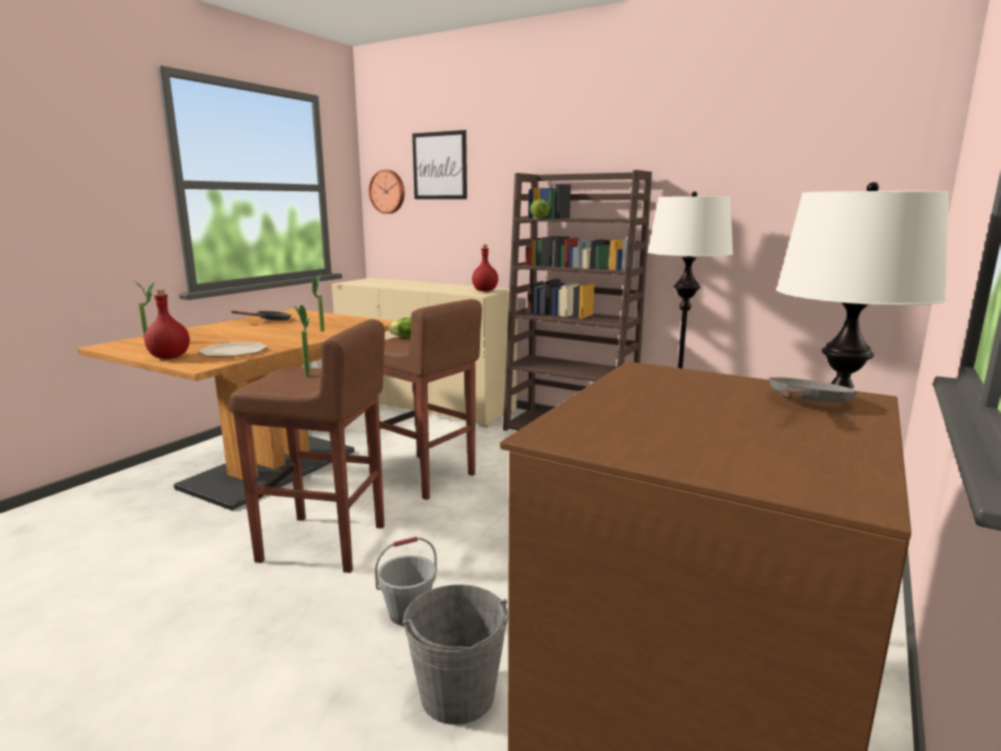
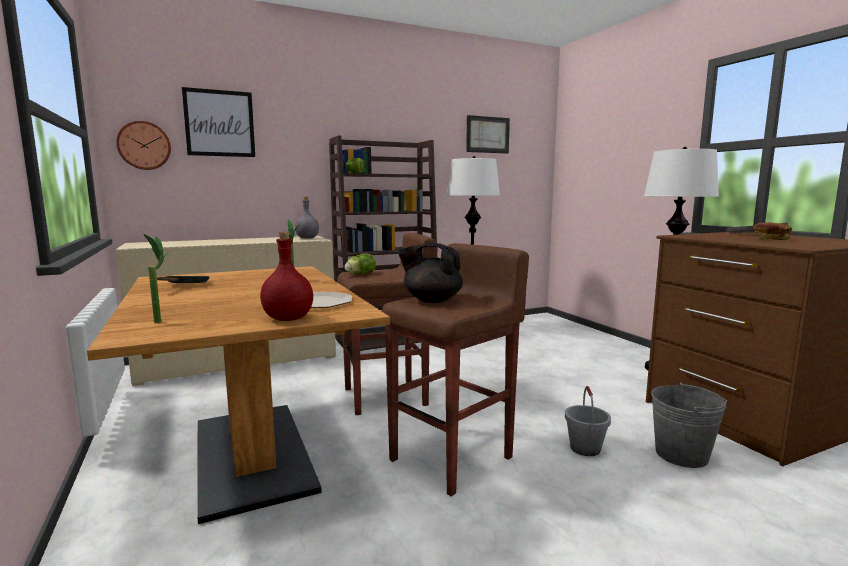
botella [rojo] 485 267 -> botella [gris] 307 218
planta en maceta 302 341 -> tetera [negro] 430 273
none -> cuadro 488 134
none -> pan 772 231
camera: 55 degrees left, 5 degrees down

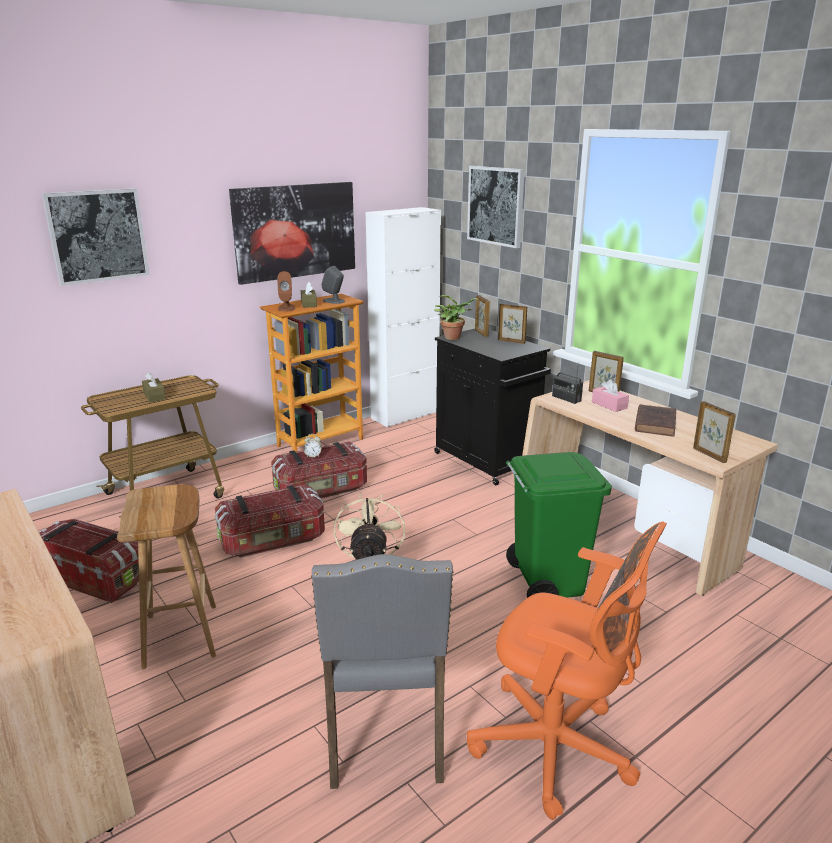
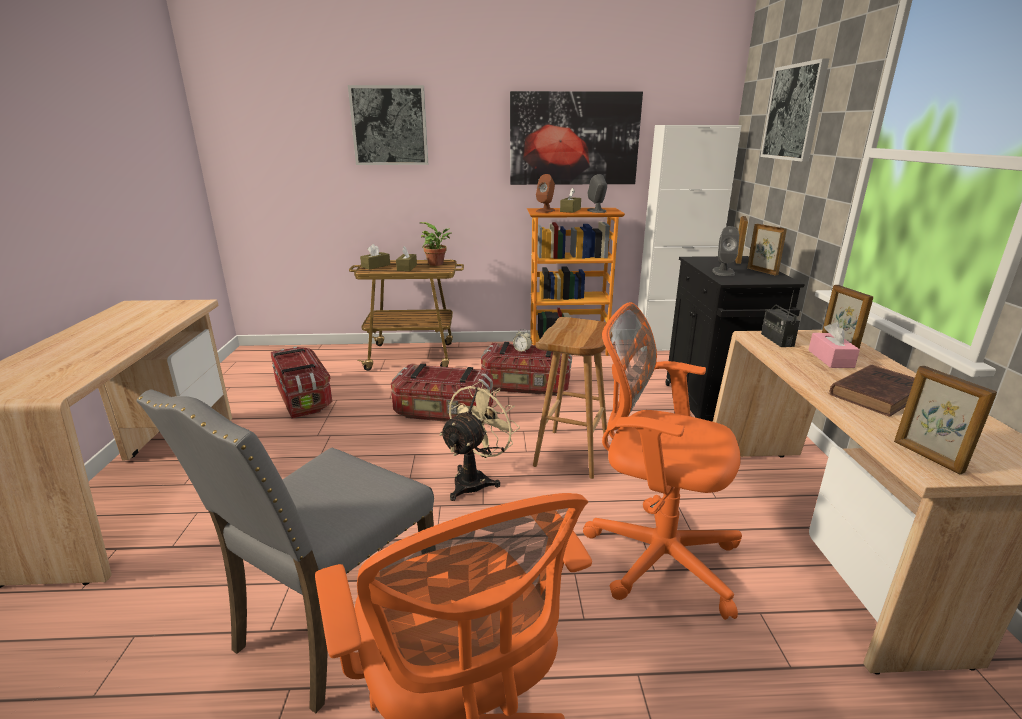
planta en maceta 456 317 -> planta en maceta 436 244, shifted
portarretratos 714 432 -> portarretratos 945 420, 150 degrees clockwise
papelera [verde] 559 525 -> silla de oficina [naranja] 662 461
taburete [marrón] 166 576 -> taburete [marrón] 573 398, shifted
none -> altavoz [gris] 725 251
none -> caja de pañuelos [marrón] 375 257
camera: 35 degrees right, 0 degrees up

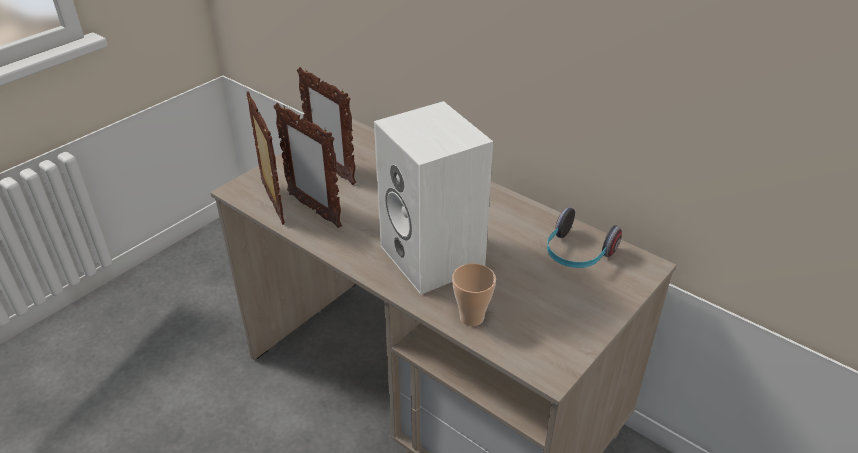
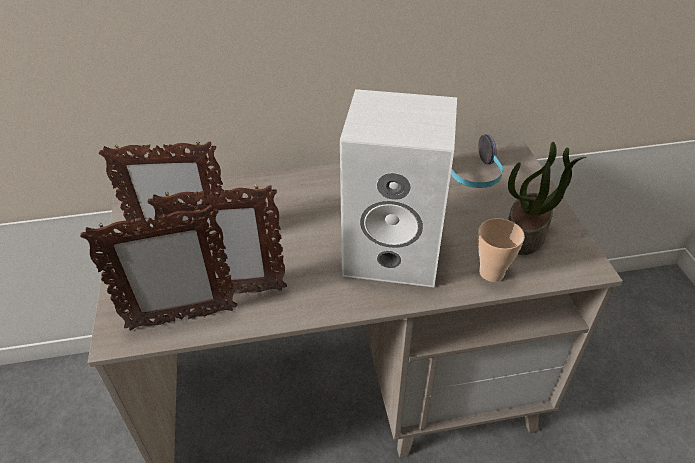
portarretratos 265 158 -> portarretratos 158 268, 150 degrees clockwise
none -> planta en maceta 547 198
camera: 50 degrees left, 5 degrees up

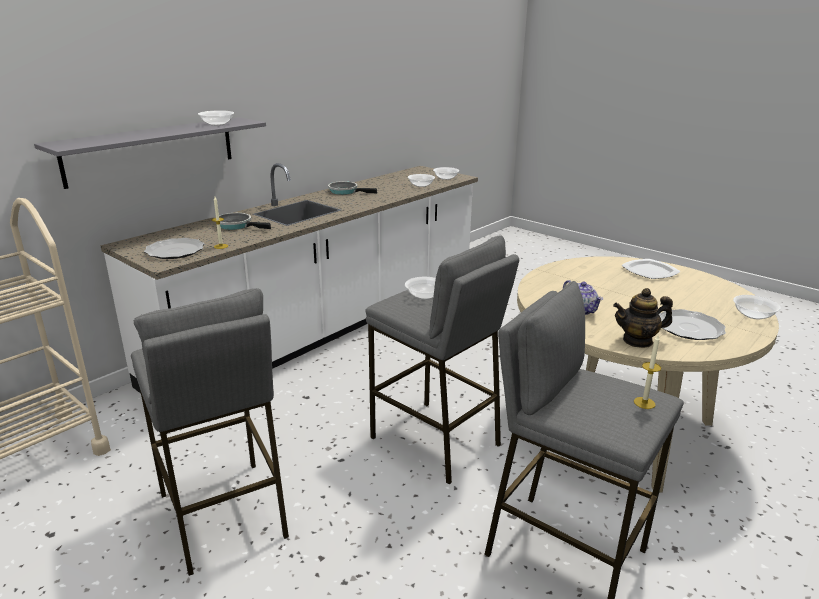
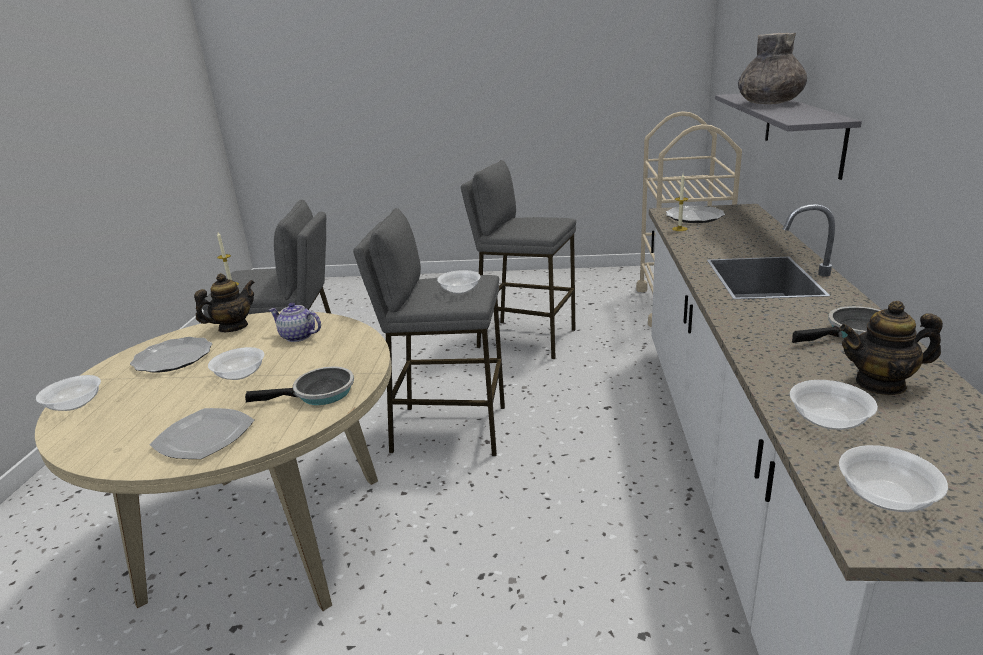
cuenco 216 118 -> cuenco 236 363, shifted
sartén 245 221 -> sartén 299 386, shifted
none -> florero [gris] 772 68
none -> tetera 891 348
camera: 145 degrees right, 0 degrees up

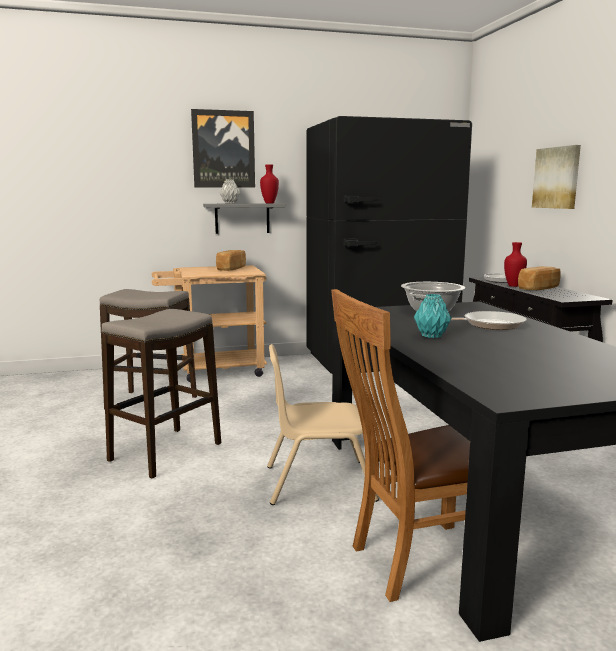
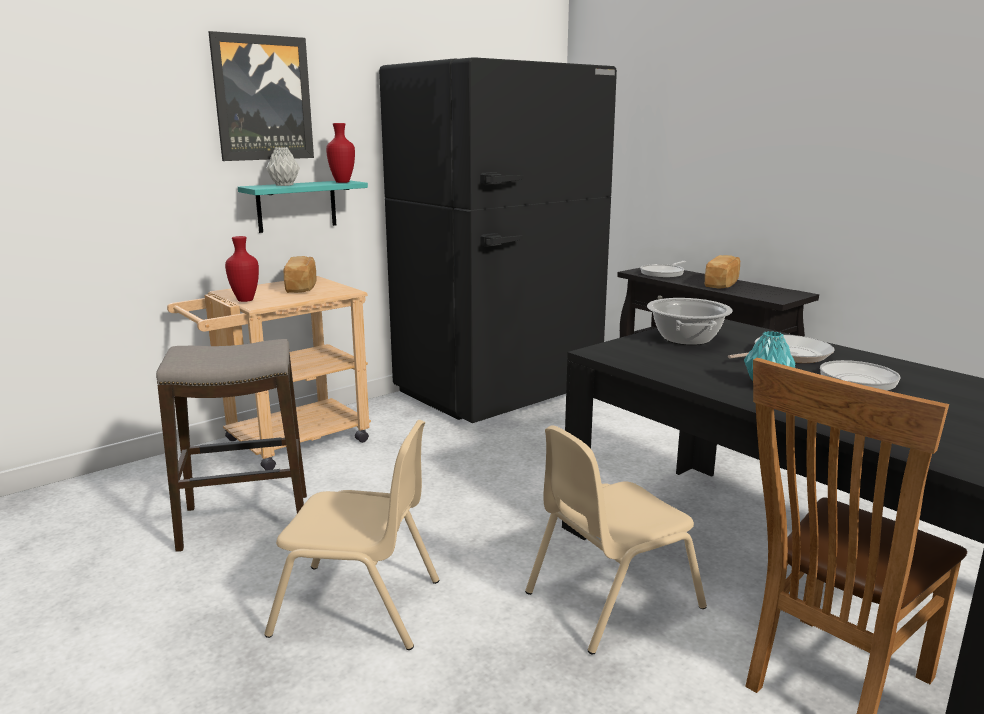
cuadro 556 177 -> none
estante [gris] 244 218 -> estante [turquesa] 303 207
florero [rojo] 515 264 -> florero [rojo] 242 269, shifted
taburete 161 394 -> silla [beis] 351 535
none -> sartén 860 375
camera: 25 degrees left, 5 degrees up

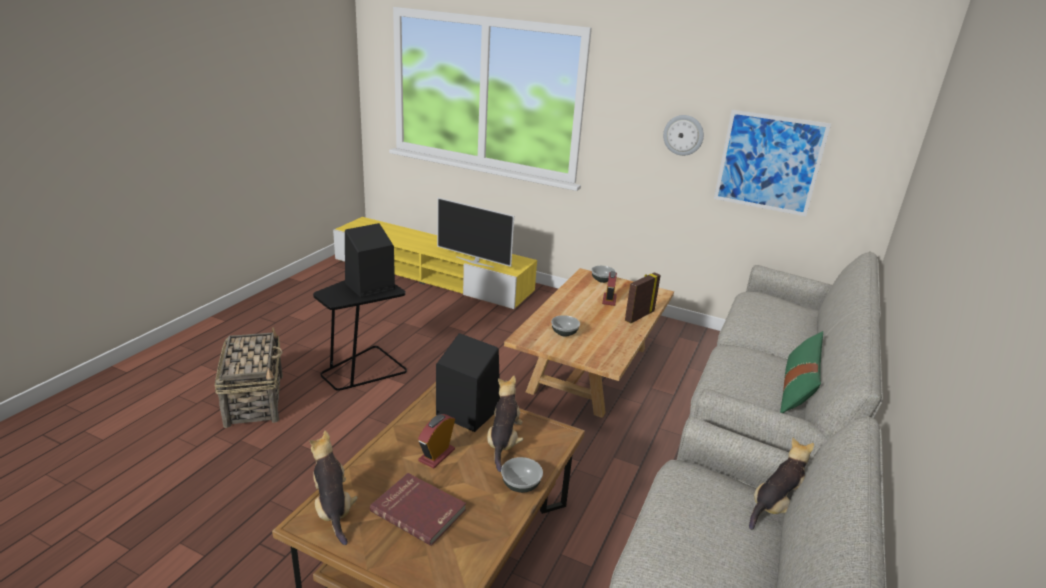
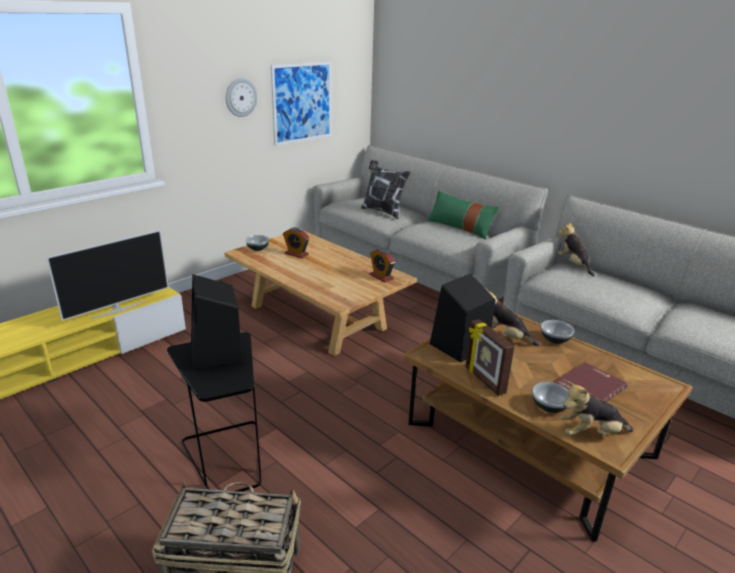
portarretratos 643 297 -> portarretratos 490 357, shifted
cuenco 565 326 -> cuenco 550 397, shifted
despertador 436 441 -> despertador 382 265, shifted
none -> cojín 386 189
camera: 70 degrees left, 0 degrees up

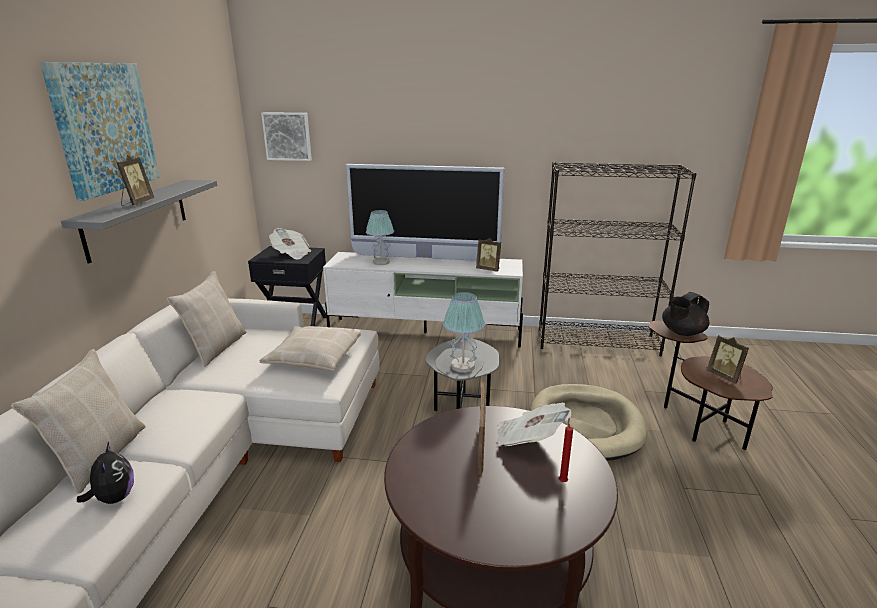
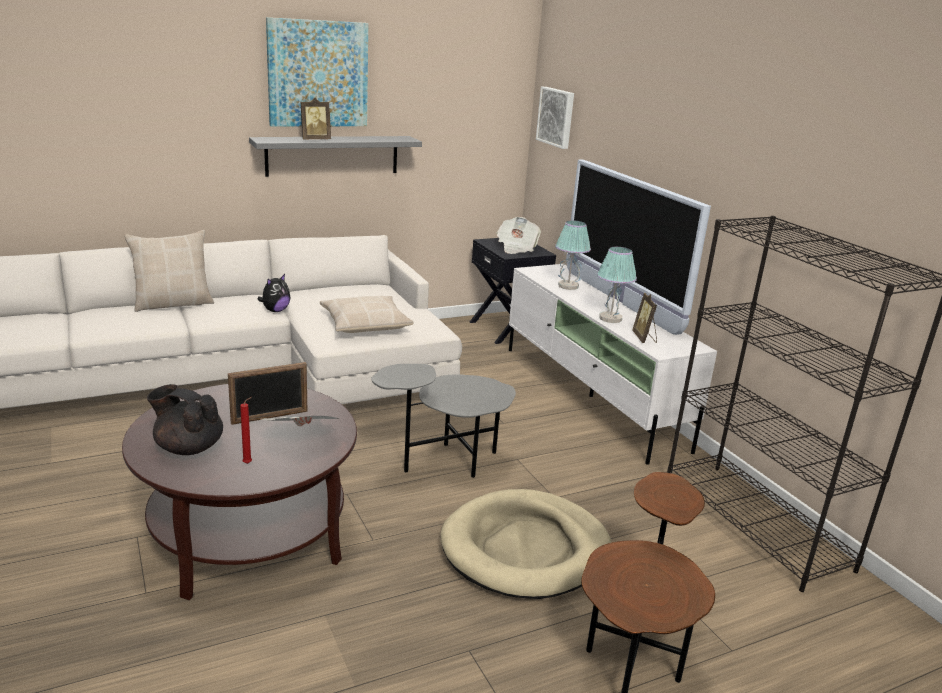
cojín [beis] 206 319 -> none
lámpara de mesa 464 332 -> lámpara de mesa 617 285, shifted
tetera [negro] 685 314 -> tetera [negro] 185 419, shifted
portarretratos 728 359 -> none
peluche 105 473 -> peluche 274 293, shifted
camera: 55 degrees right, 0 degrees up

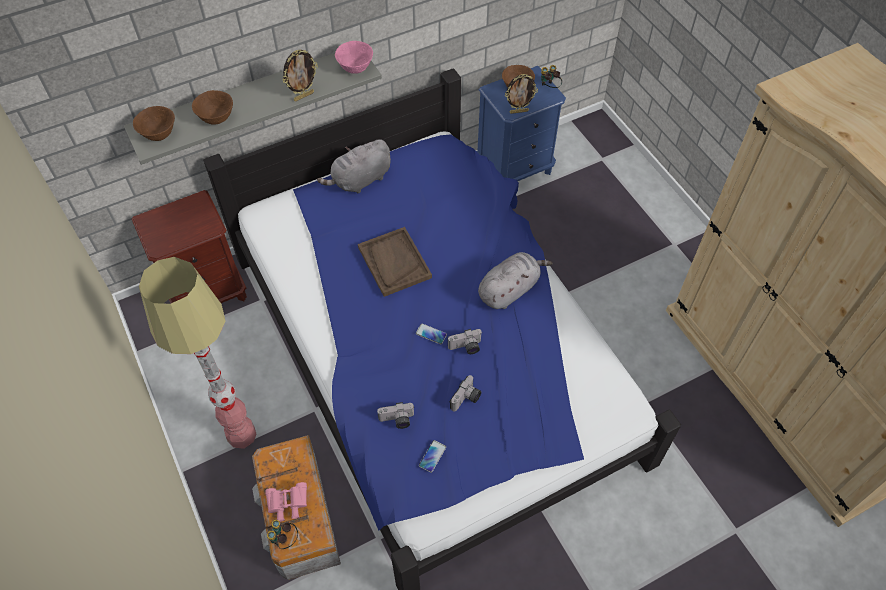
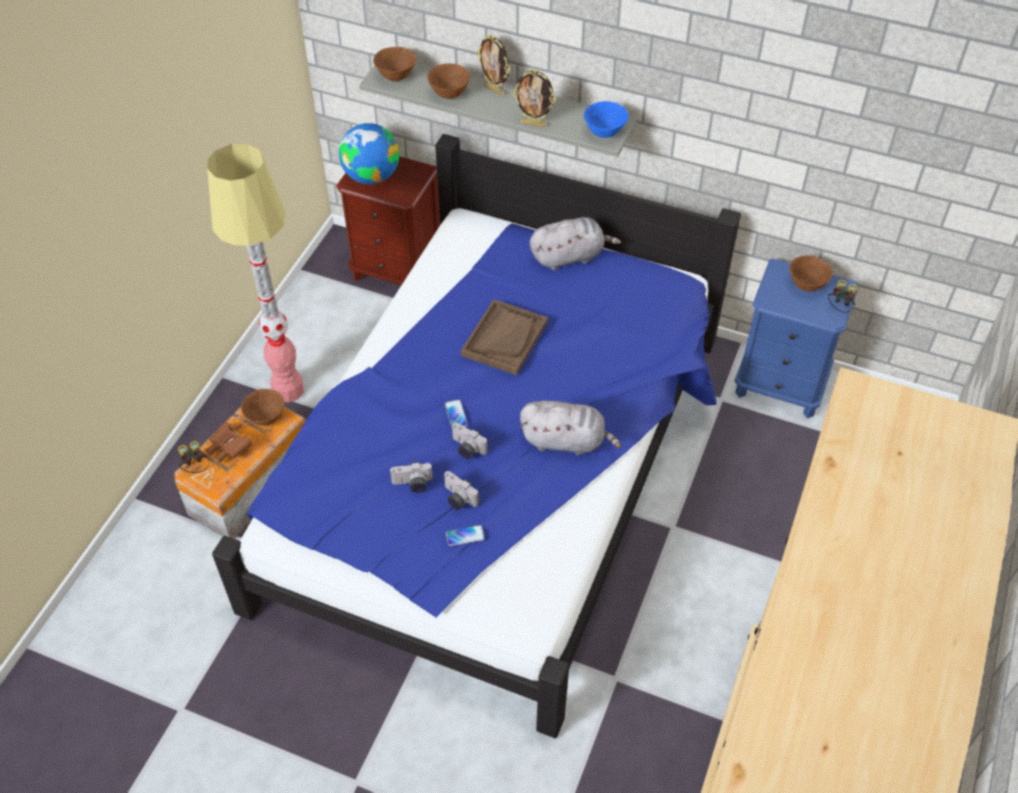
cuenco [rosa] 354 57 -> cuenco [azul] 606 119
portarretratos 521 94 -> portarretratos 493 65, shifted
peluche [gris] 354 166 -> peluche [gris] 575 243, 150 degrees clockwise
cámara 395 415 -> cámara 461 490, shifted
móvil 432 456 -> móvil 465 535, shifted
prismáticos [rosa] 286 502 -> prismáticos [marrón] 229 442
none -> globo terráqueo 369 153
none -> cuenco [marrón] 263 407
camera: 50 degrees right, 5 degrees down

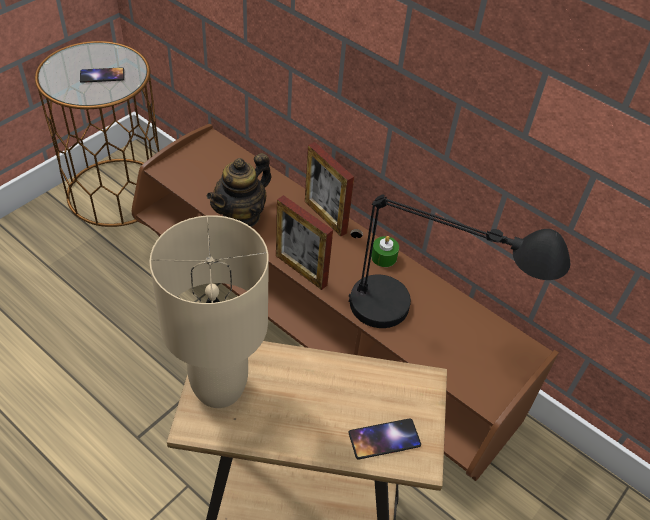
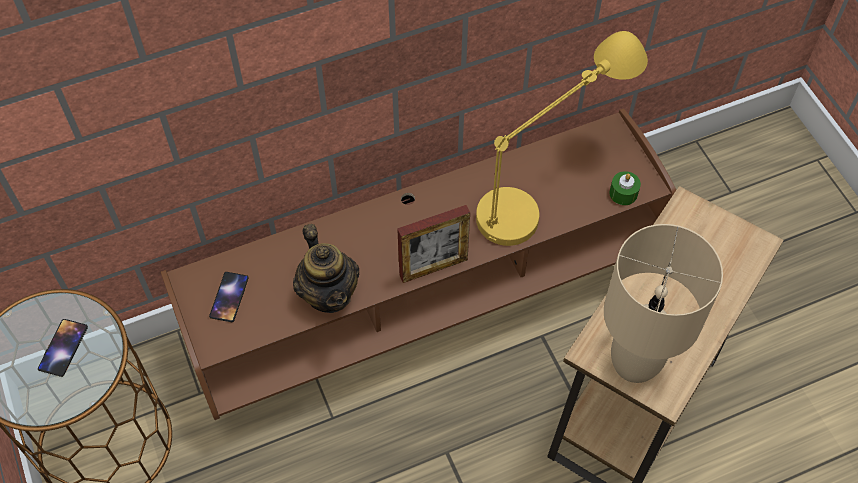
portarretratos 329 189 -> none
lámpara de mesa [negro] 459 261 -> lámpara de mesa [amarillo] 562 138
vela [verde] 385 251 -> vela [verde] 625 188, shifted
móvil 384 439 -> móvil 229 297, shifted
camera: 60 degrees left, 10 degrees up

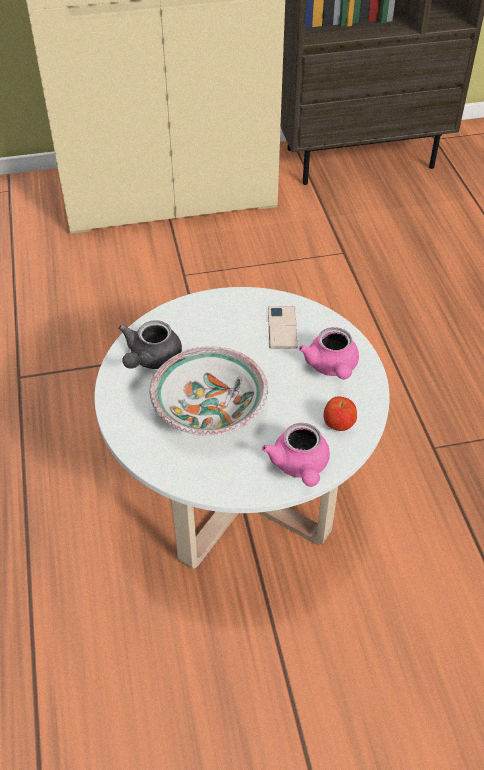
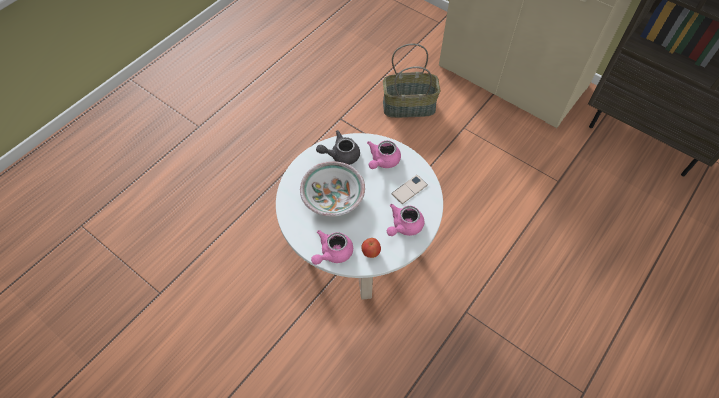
none -> cesta 411 80
none -> tetera [rosa] 384 154
camera: 50 degrees right, 10 degrees up

